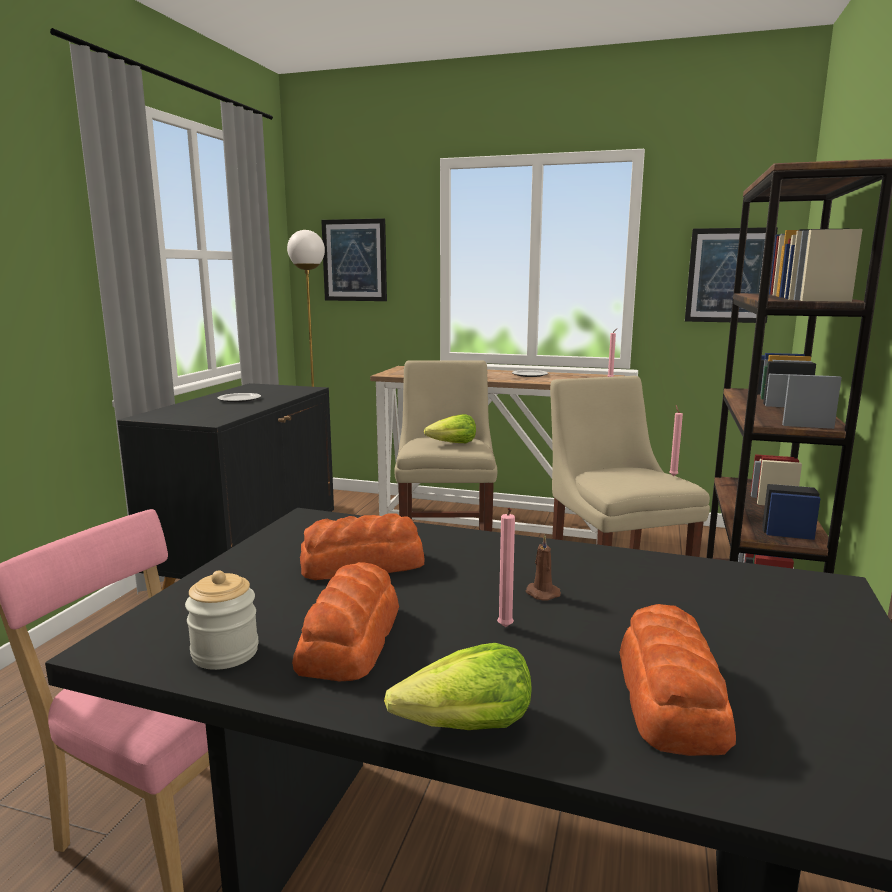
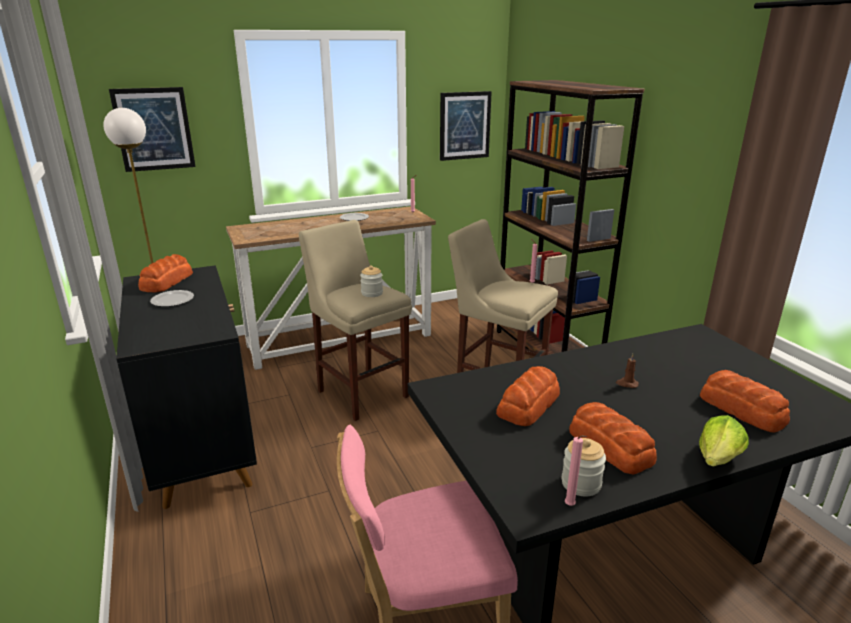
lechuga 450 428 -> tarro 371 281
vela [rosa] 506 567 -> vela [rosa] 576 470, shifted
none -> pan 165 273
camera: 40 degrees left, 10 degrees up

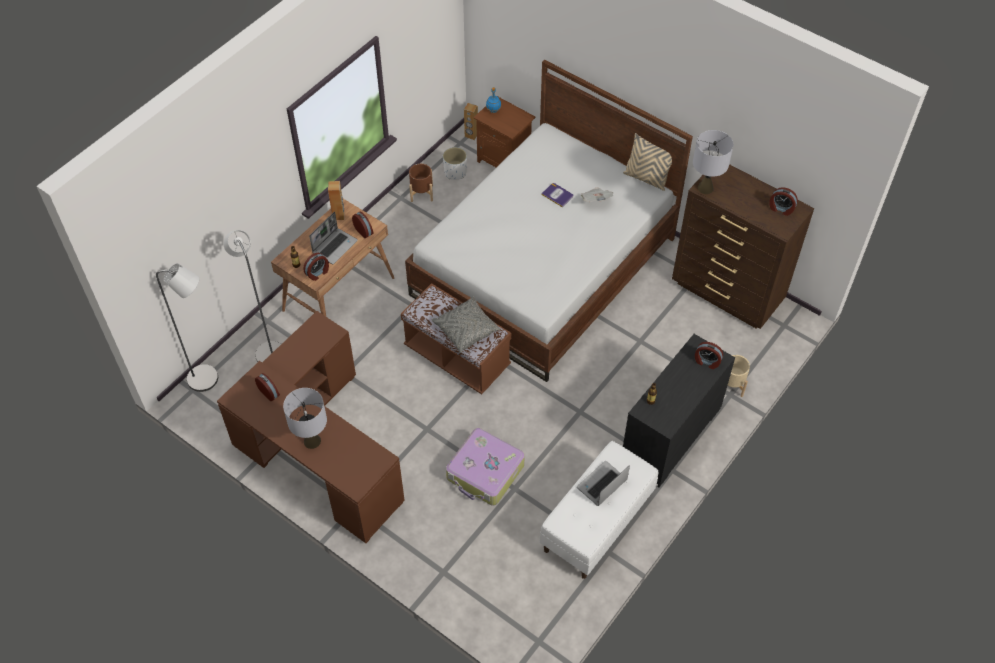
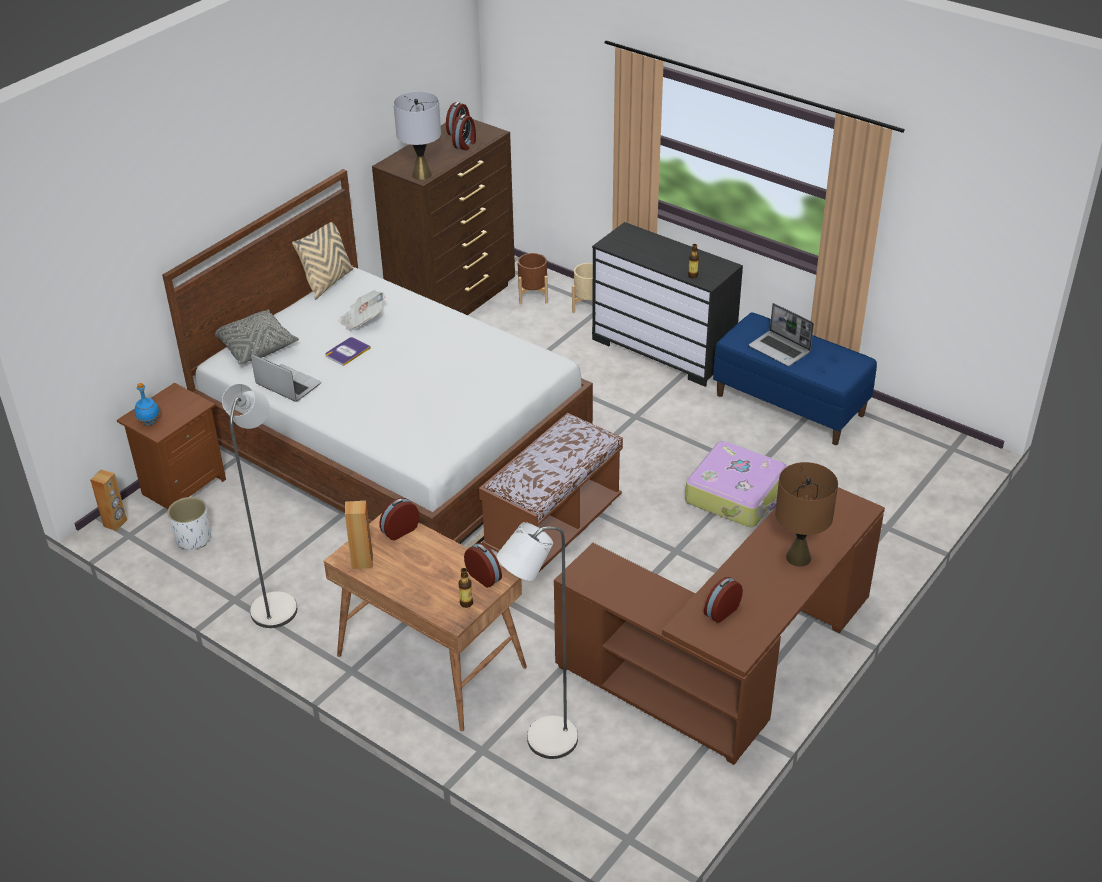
maceta [marrón] 421 183 -> maceta [marrón] 533 278, shifted
portátil 333 237 -> portátil 286 378, shifted
lámpara de pie [gris] 187 327 -> lámpara de pie [gris] 260 505, shifted
cojín [gris] 466 325 -> cojín [gris] 257 337, shifted
despertador 709 355 -> despertador 464 132, shifted
lámpara de mesa [gris] 305 418 -> lámpara de mesa [marrón] 806 514
banco [blanco] 599 510 -> banco [azul] 795 379
camera: 90 degrees left, 15 degrees down

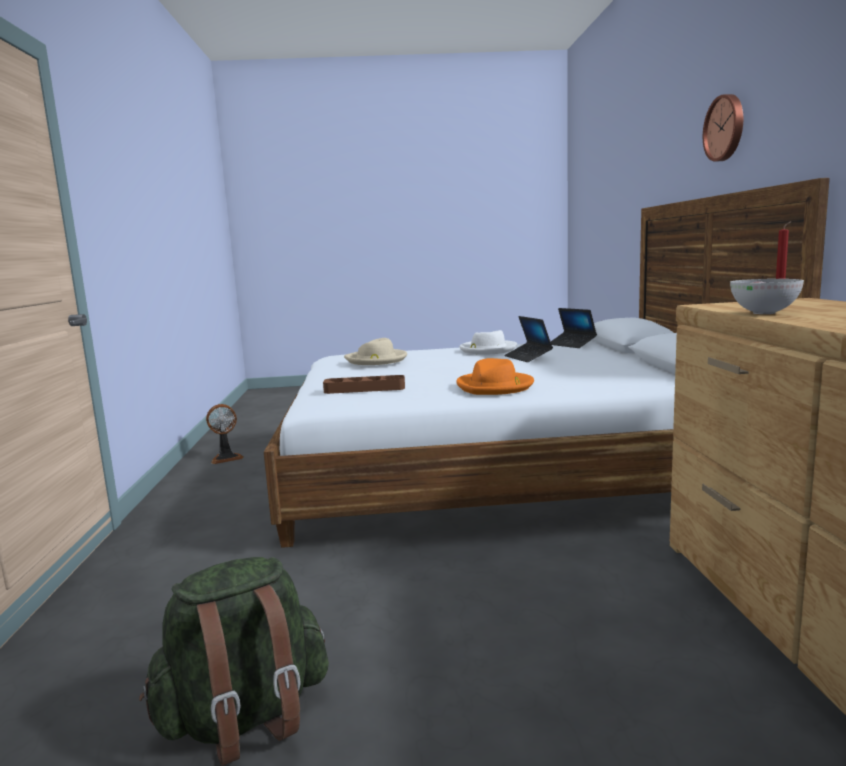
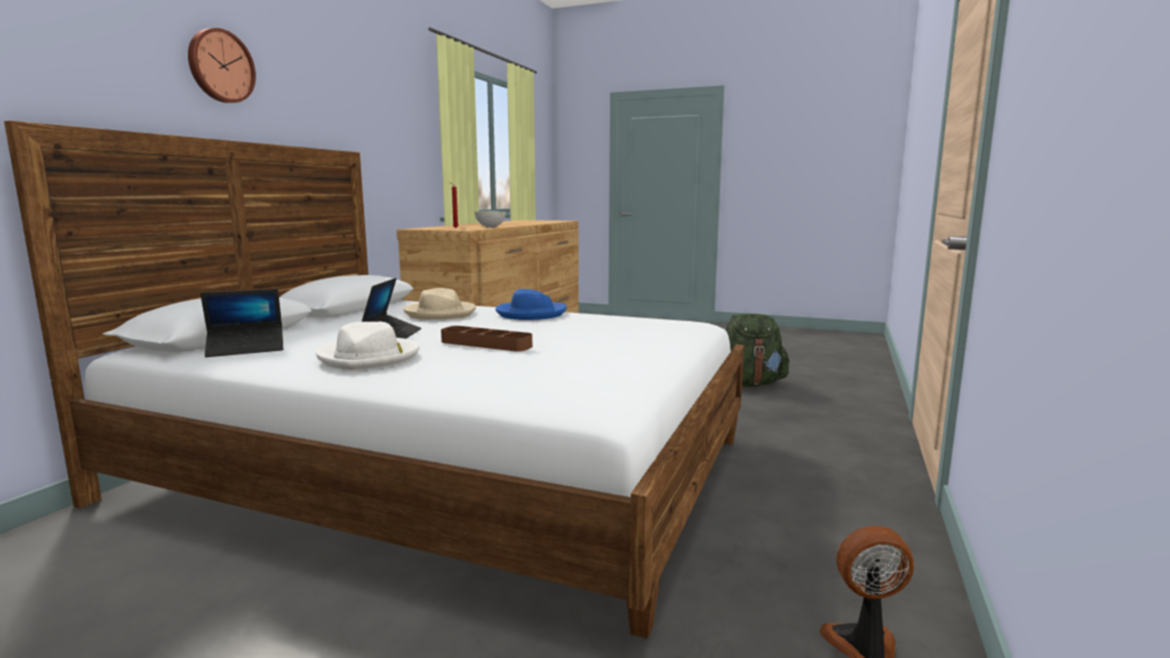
portátil 574 328 -> portátil 241 323, 75 degrees clockwise
sombrero [beis] 375 351 -> sombrero [beis] 439 304, shifted
sombrero [naranja] 495 376 -> sombrero [azul] 531 304
bandeja [marrón] 364 384 -> bandeja [marrón] 486 339, shifted
camera: 155 degrees left, 0 degrees up

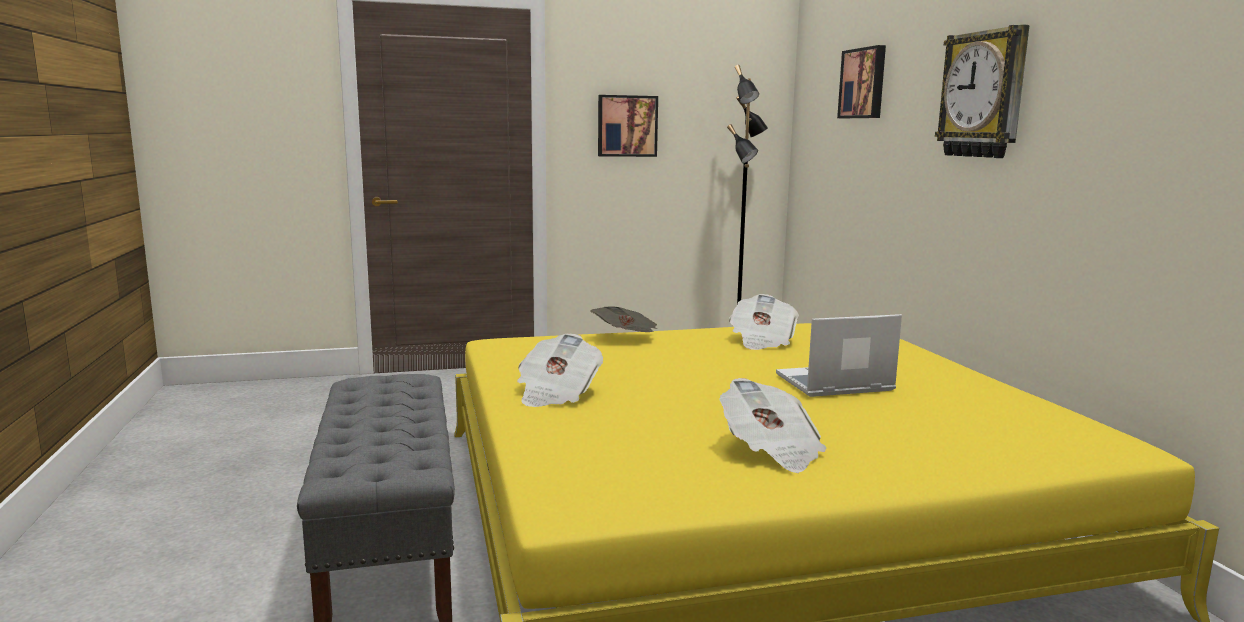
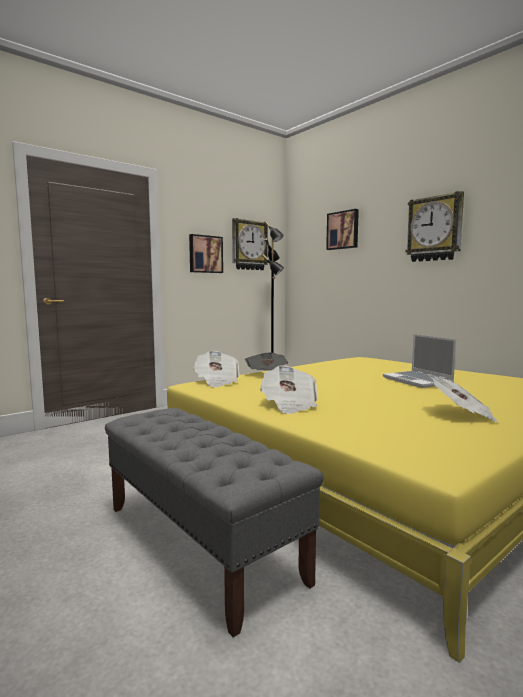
periódico 764 322 -> periódico 216 369, shifted
portátil 839 355 -> portátil 419 361, 75 degrees counterclockwise
none -> reloj de pared 250 244
camera: 25 degrees left, 5 degrees down

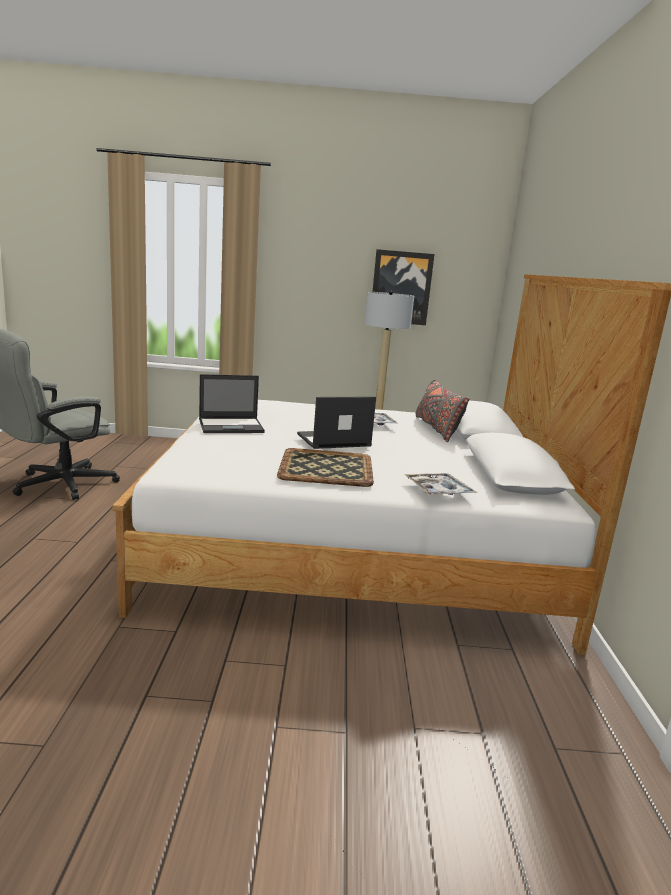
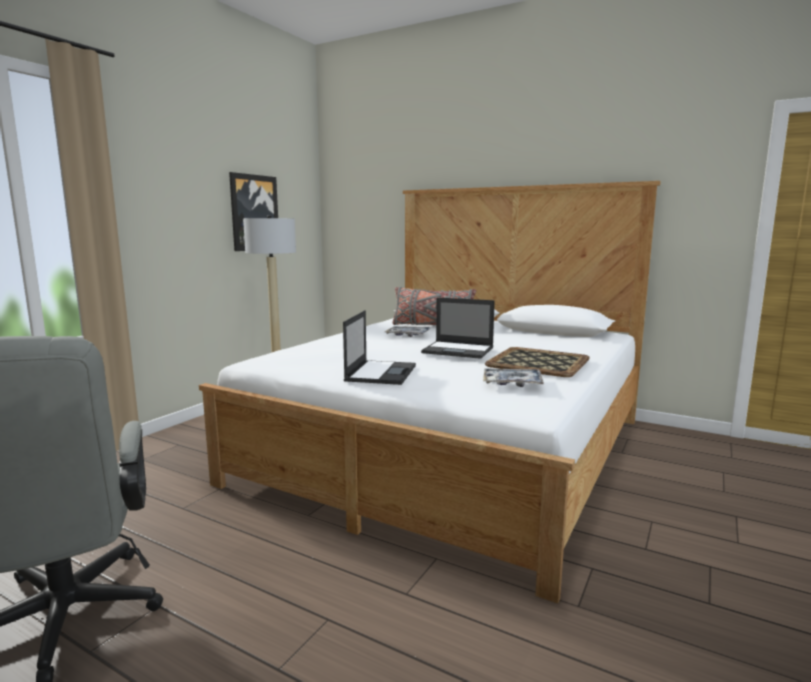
portátil 336 422 -> portátil 458 328, 75 degrees counterclockwise
bandeja 440 484 -> bandeja 513 377, shifted
camera: 60 degrees left, 5 degrees down

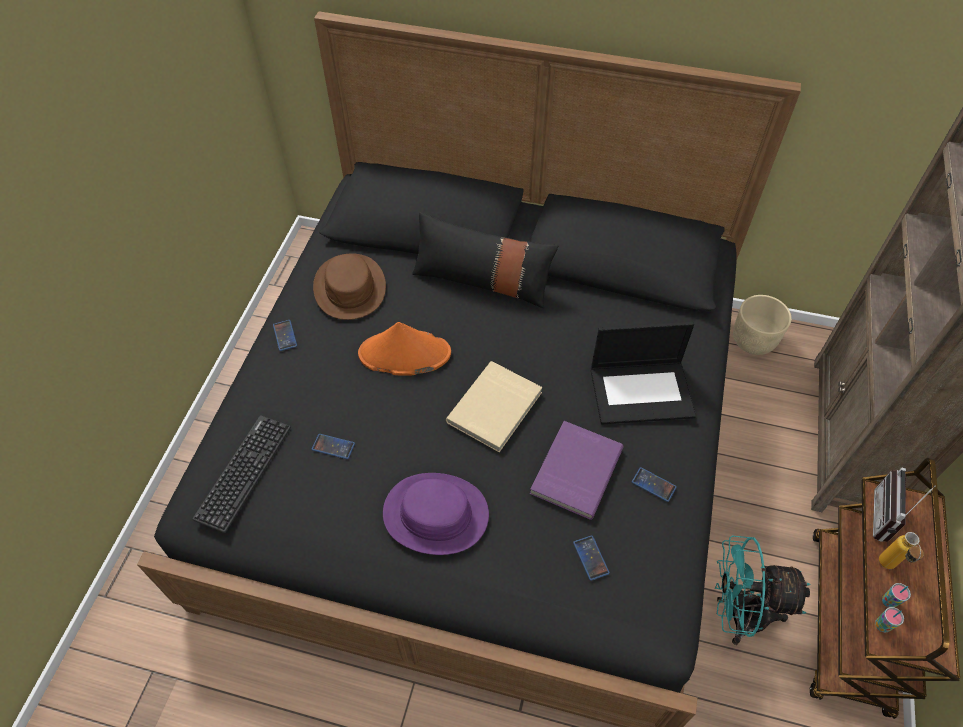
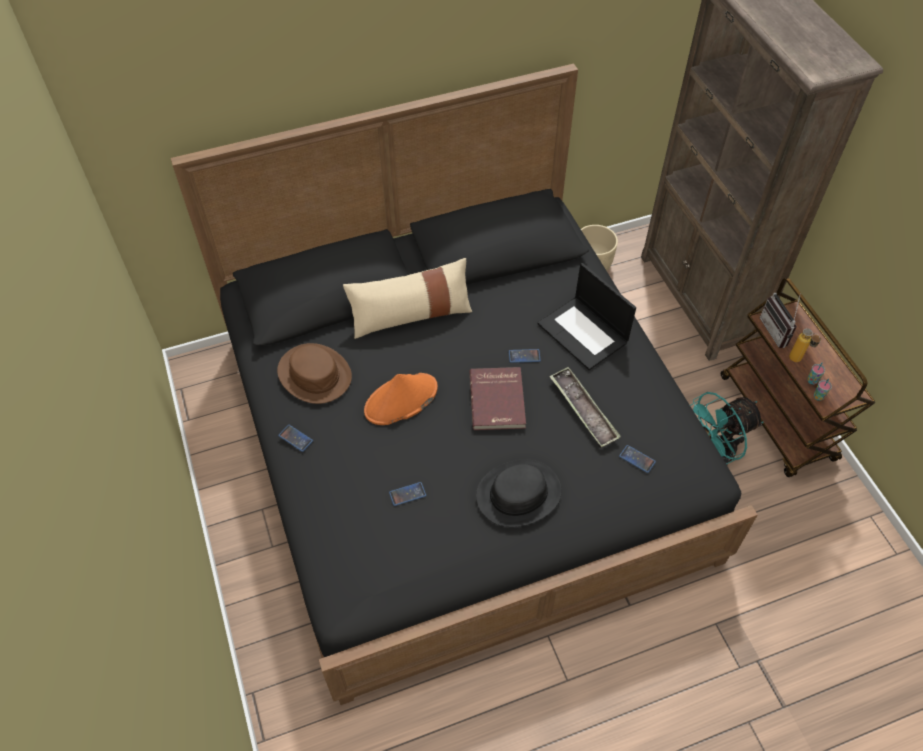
cojín [negro] 485 260 -> cojín [beis] 408 298
portátil 643 373 -> portátil 586 316, 90 degrees clockwise
libro [beis] 494 406 -> libro [rojo] 497 398
teclado 242 474 -> none
libro [morado] 577 470 -> bandeja 585 407
móvil 654 484 -> móvil 525 356, shifted
sombrero [morado] 436 514 -> sombrero [negro] 518 493
camera: 35 degrees left, 0 degrees up

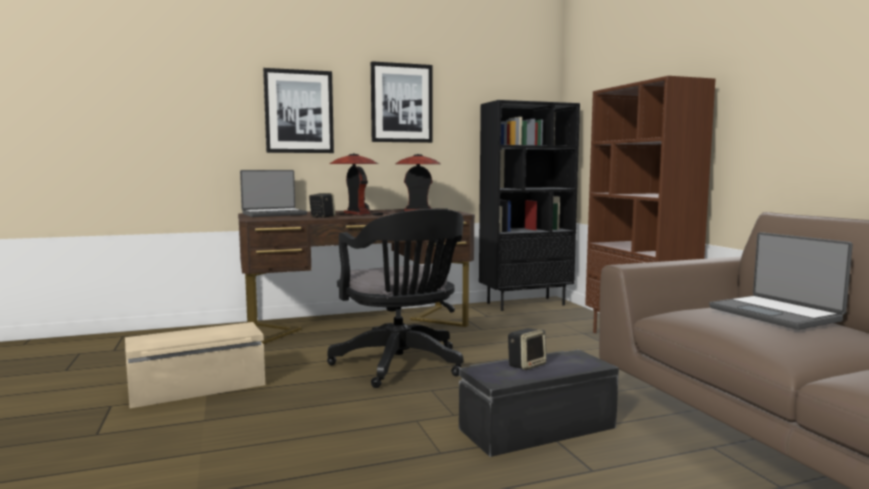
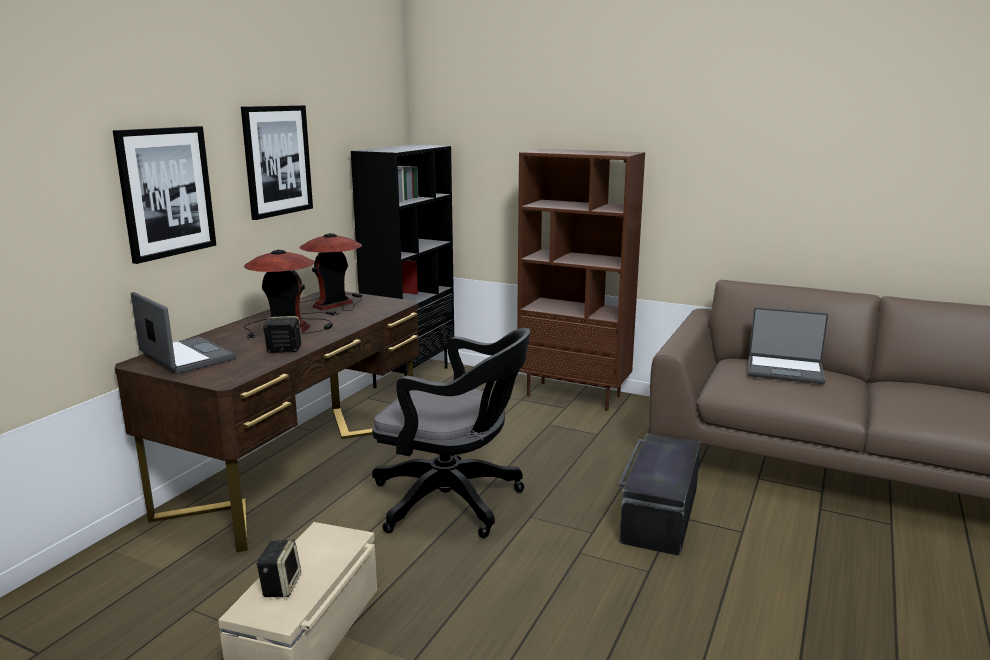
portátil 273 193 -> portátil 183 333, 60 degrees counterclockwise
altavoz 527 349 -> altavoz 278 568, shifted
camera: 45 degrees left, 10 degrees up

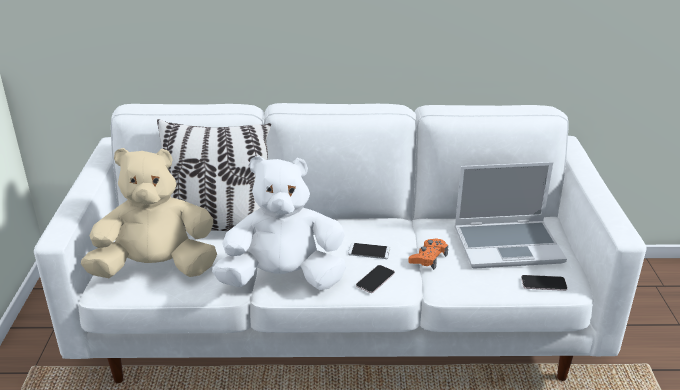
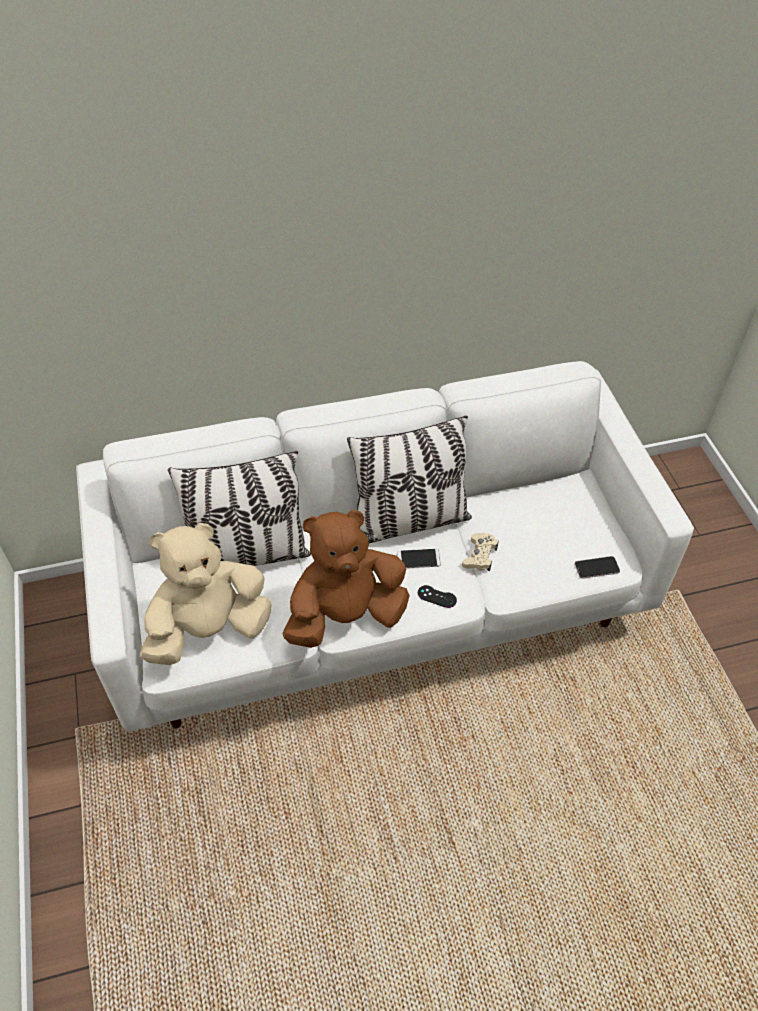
peluche [blanco] 279 223 -> peluche [marrón] 346 579
portátil 511 215 -> none
mando de consola [naranja] 428 254 -> mando de consola [beis] 480 552
móvil 375 279 -> mando de consola [negro] 437 596
none -> cojín 409 479
camera: 15 degrees left, 20 degrees up

